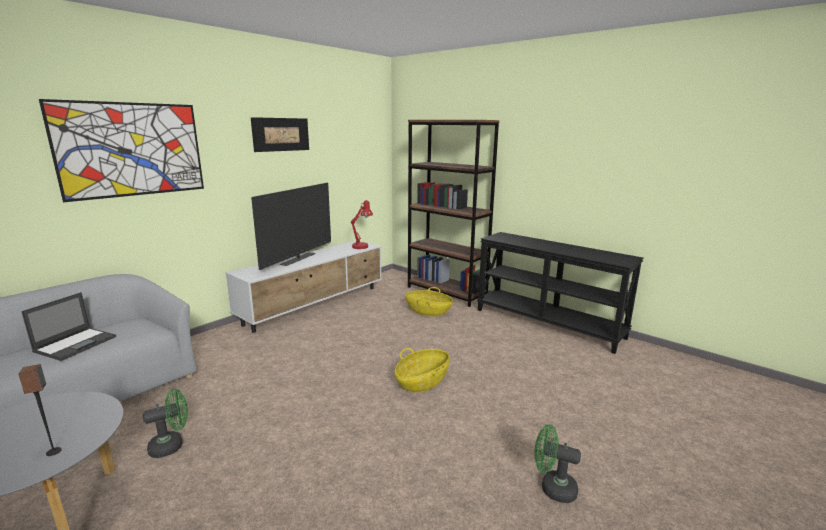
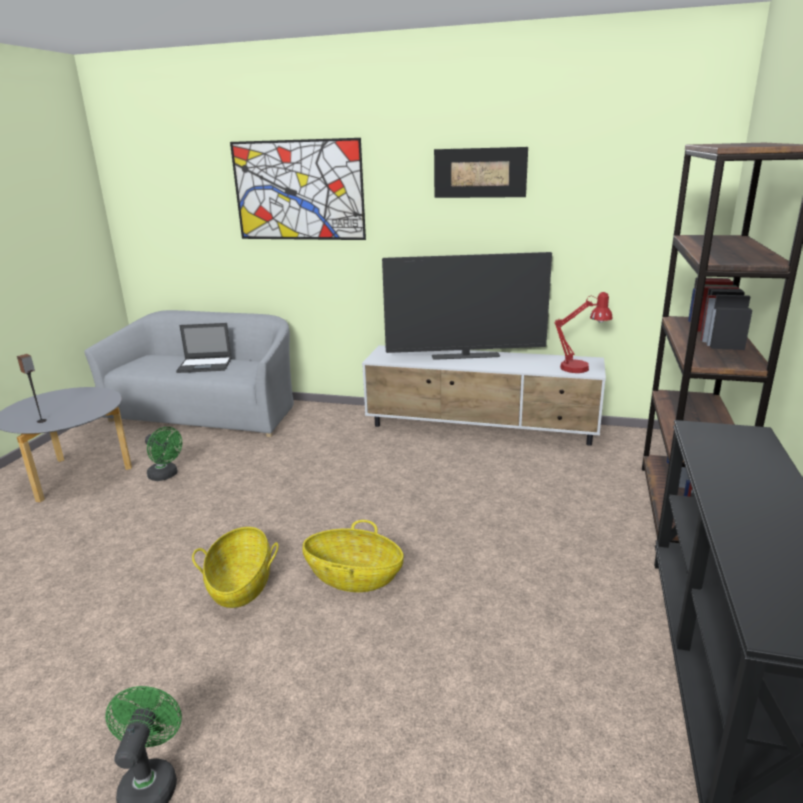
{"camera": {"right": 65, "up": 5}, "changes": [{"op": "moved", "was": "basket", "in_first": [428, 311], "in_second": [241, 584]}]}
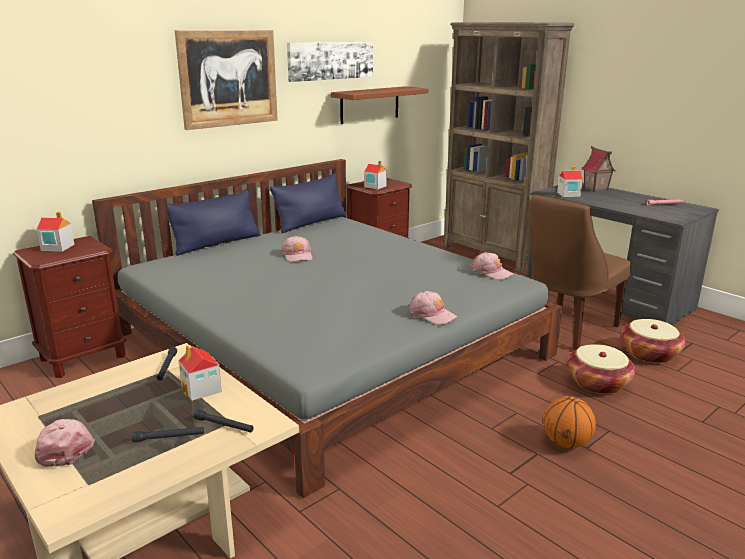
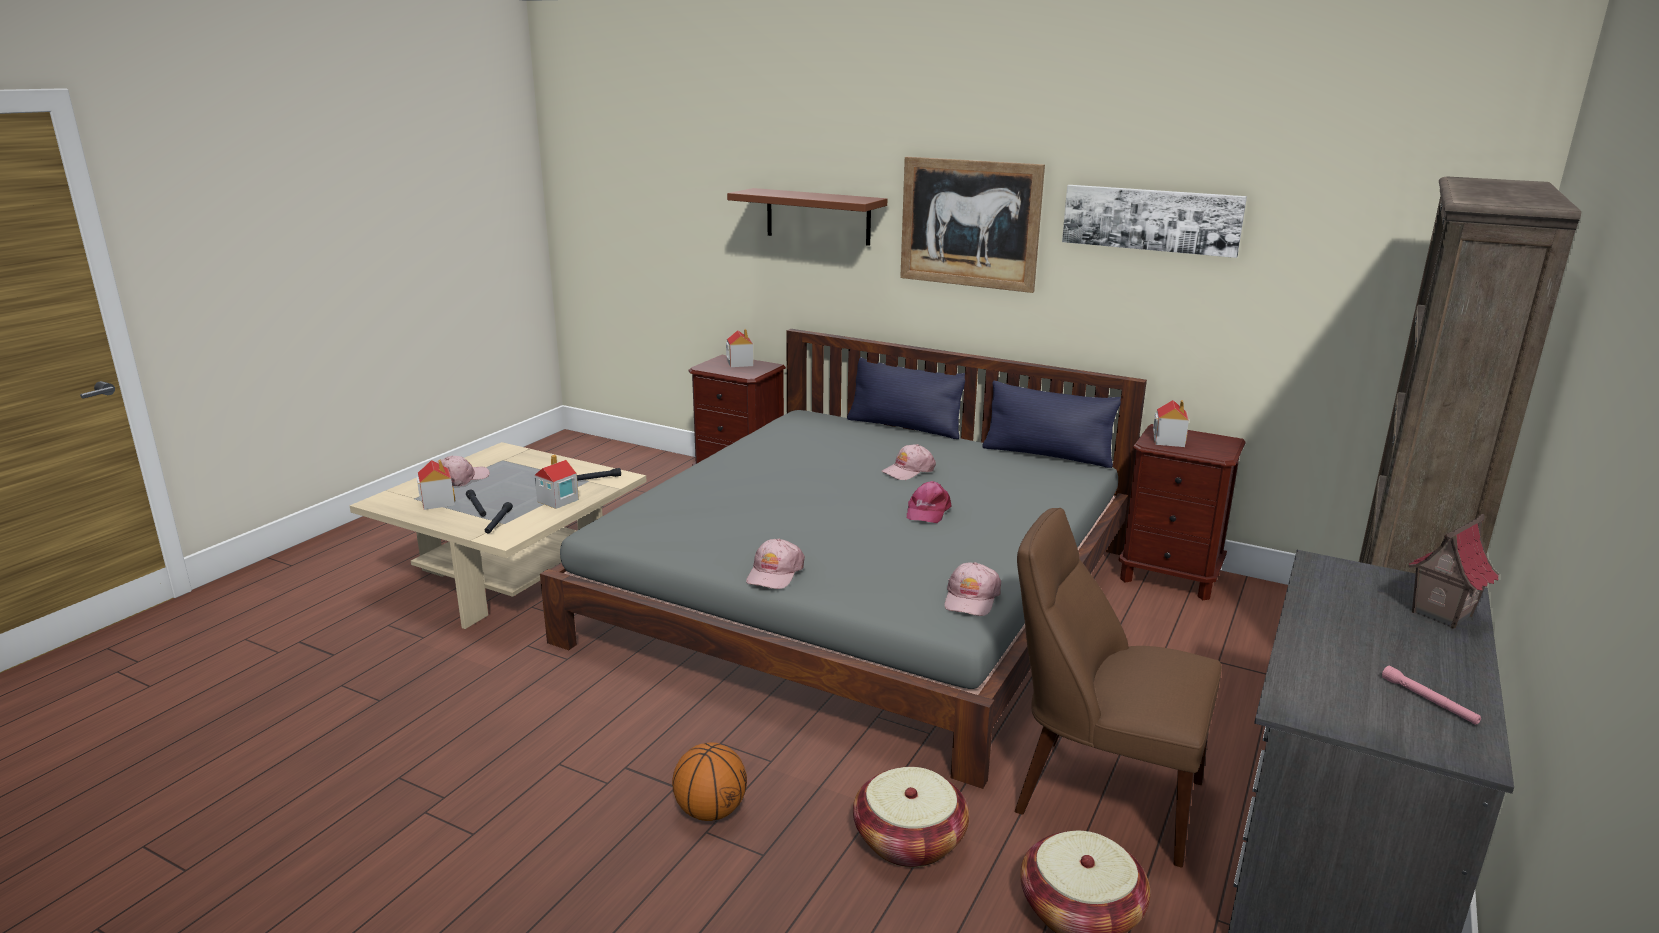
{"camera": {"right": 70, "up": 0}, "changes": [{"op": "added", "now": "pink cap", "in_second": [927, 511]}, {"op": "moved", "was": "brown shelf", "in_first": [369, 104], "in_second": [818, 216]}, {"op": "moved", "was": "toy house", "in_first": [568, 194], "in_second": [438, 501]}]}
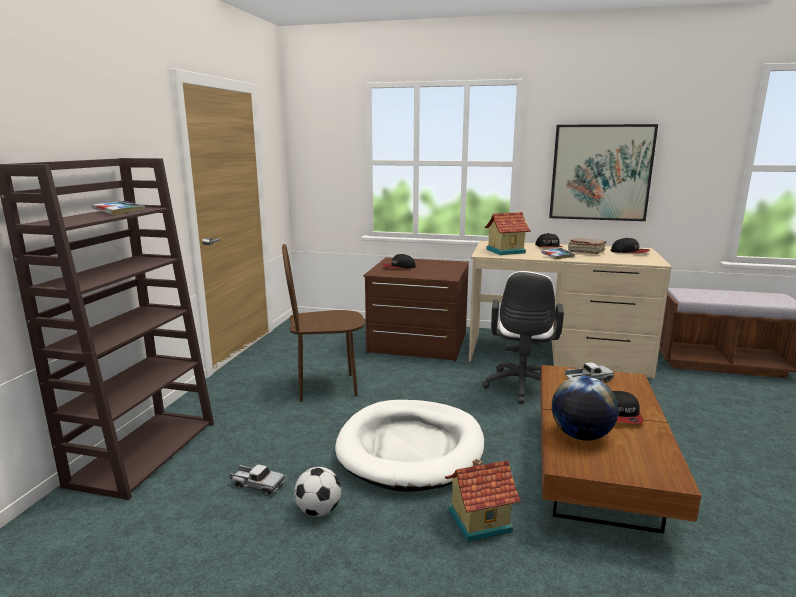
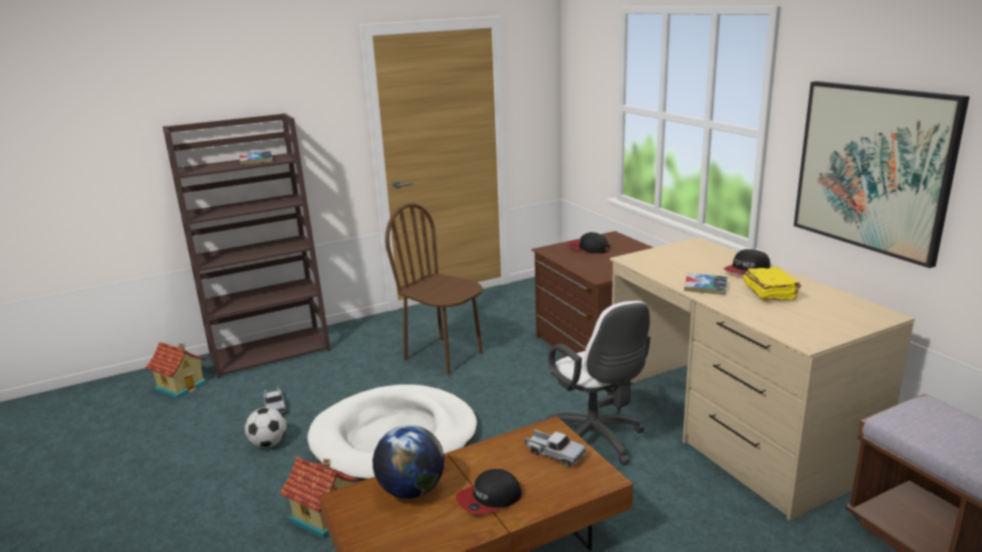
{"camera": {"right": 50, "up": 5}, "changes": [{"op": "removed", "was": "cap", "in_first": [630, 252]}, {"op": "moved", "was": "toy house", "in_first": [504, 251], "in_second": [182, 386]}, {"op": "recoloured", "was": "brown book", "now": "yellow book", "in_first": [585, 252], "in_second": [769, 293]}, {"op": "turned", "was": "white office chair", "in_first": [520, 388], "in_second": [596, 441], "clockwise": -90}]}
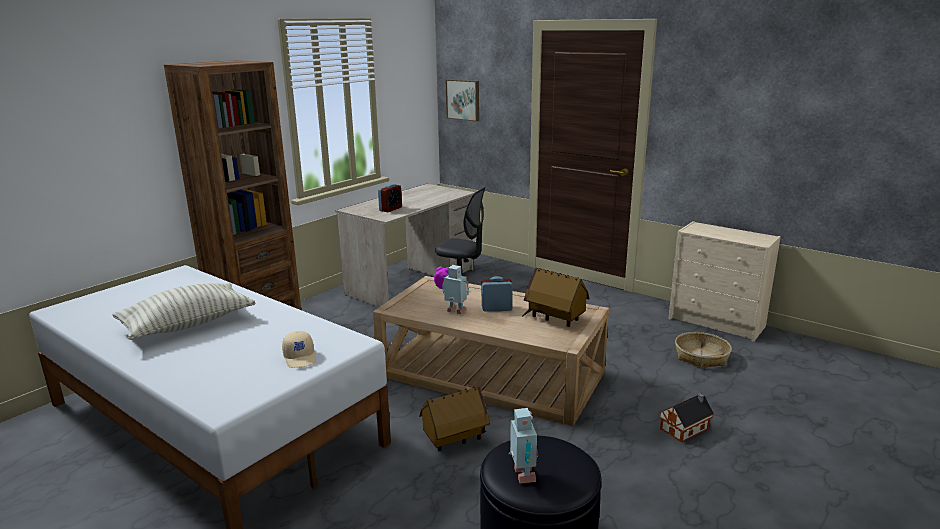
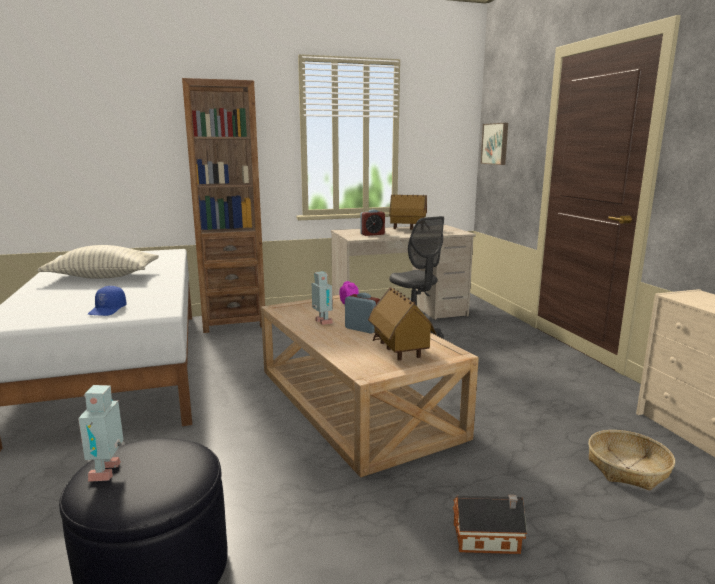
{"camera": {"right": 35, "up": -5}, "changes": [{"op": "moved", "was": "toy house", "in_first": [455, 440], "in_second": [408, 229]}, {"op": "recoloured", "was": "beige cap", "now": "blue cap", "in_first": [300, 357], "in_second": [108, 310]}, {"op": "turned", "was": "toy robot", "in_first": [522, 476], "in_second": [108, 471], "clockwise": 150}]}
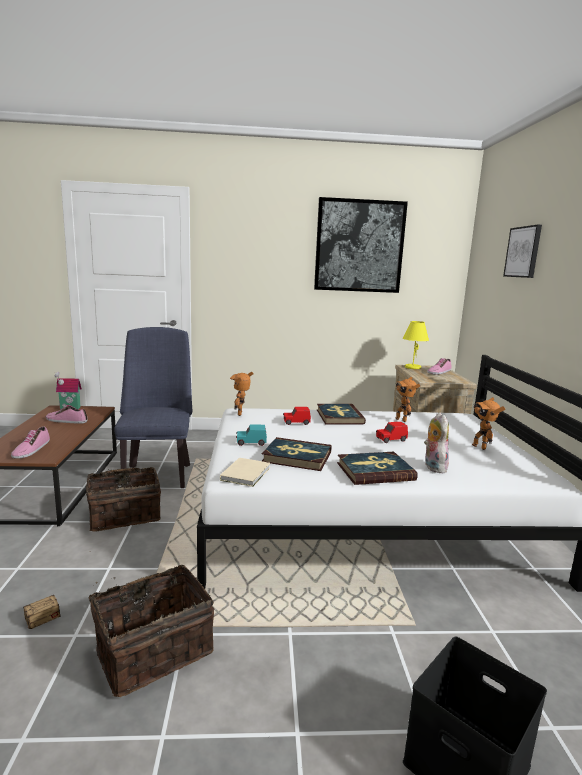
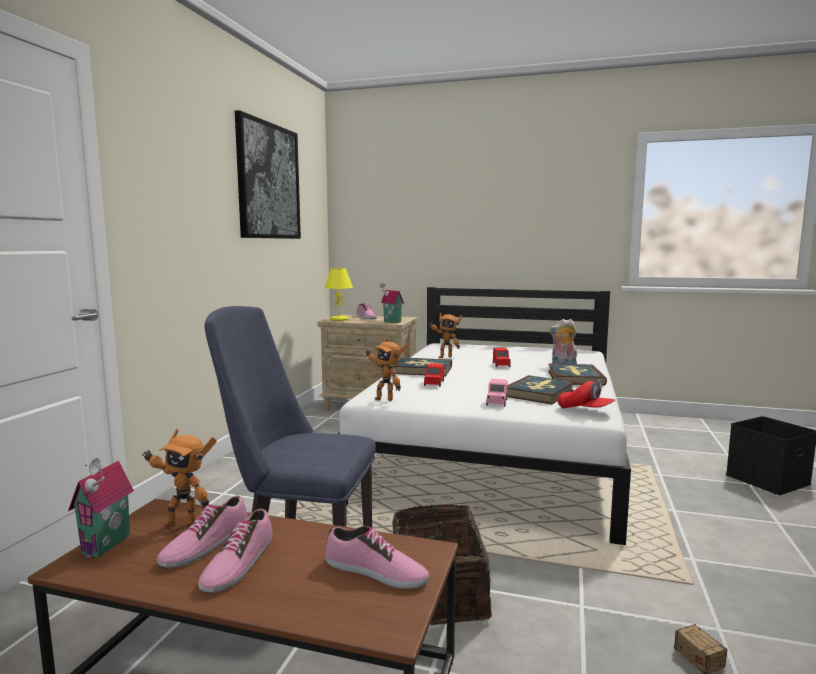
{"camera": {"right": -70, "up": -5}, "changes": [{"op": "removed", "was": "basket", "in_first": [153, 649]}, {"op": "removed", "was": "picture", "in_first": [523, 252]}, {"op": "added", "now": "shoe", "in_second": [238, 563]}, {"op": "added", "now": "toy house", "in_second": [391, 321]}, {"op": "moved", "was": "toy robot", "in_first": [480, 447], "in_second": [182, 522]}, {"op": "replaced", "was": "beige book", "now": "red cap", "in_first": [247, 473], "in_second": [585, 410]}, {"op": "recoloured", "was": "turquoise toy car", "now": "pink toy car", "in_first": [251, 443], "in_second": [497, 402]}]}
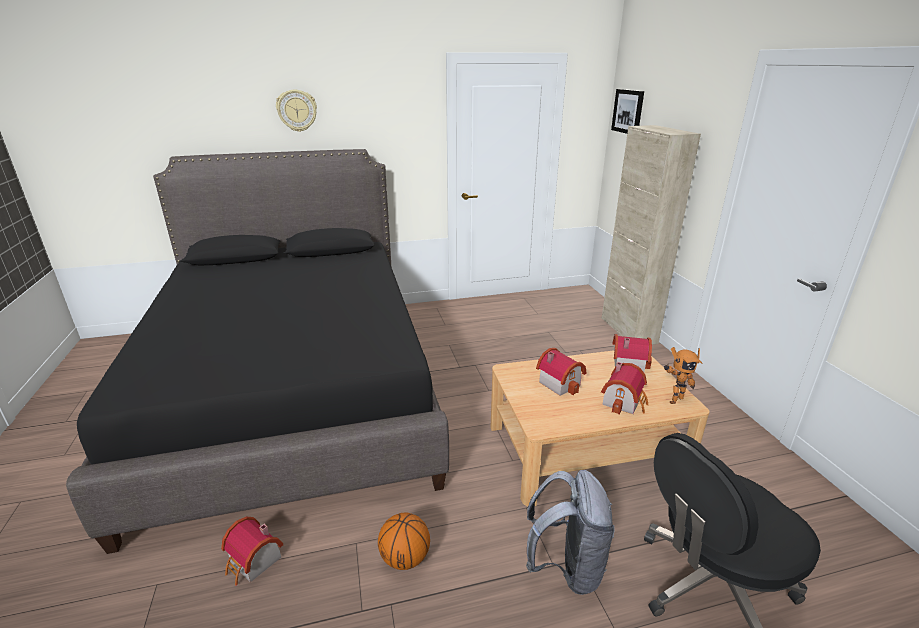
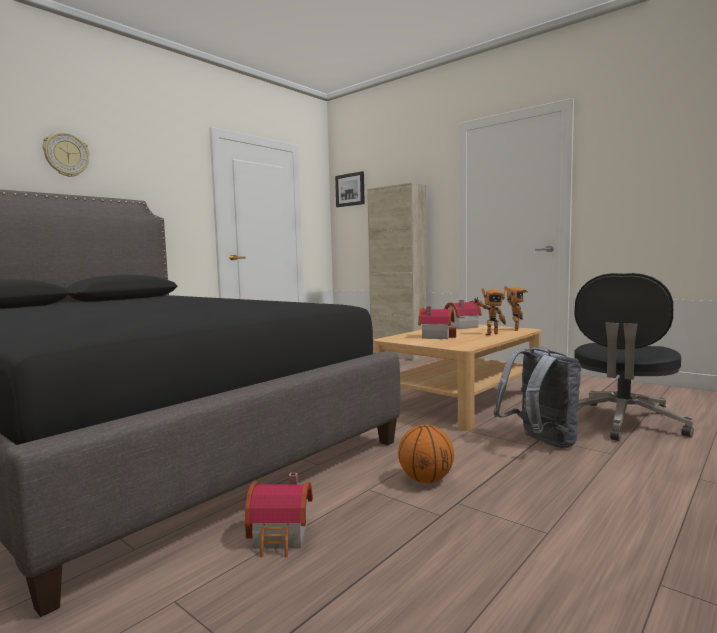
{"camera": {"right": -35, "up": -20}, "changes": [{"op": "replaced", "was": "toy house", "now": "toy robot", "in_first": [624, 401], "in_second": [490, 334]}]}
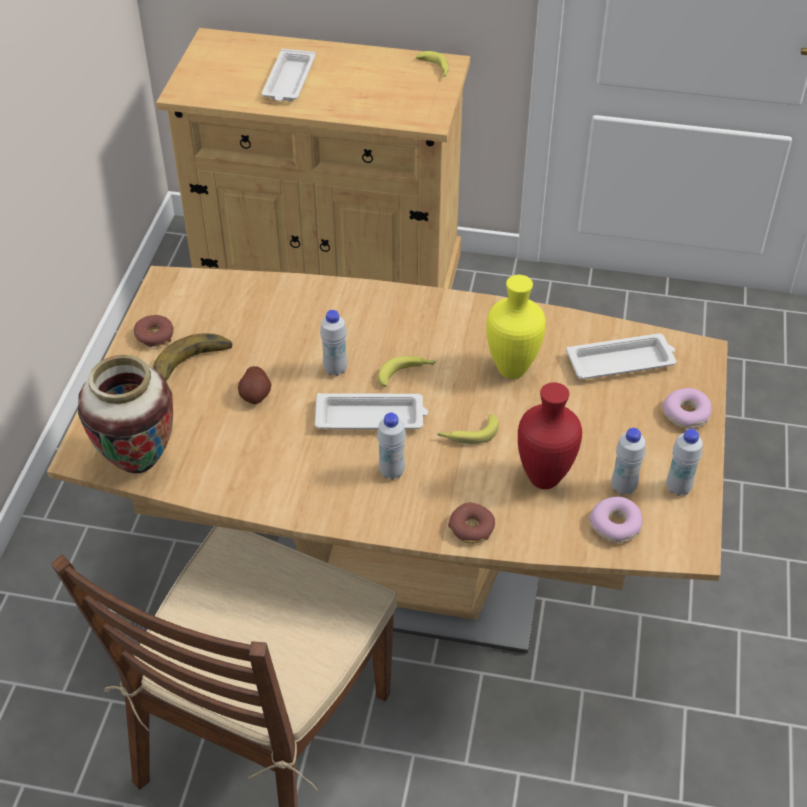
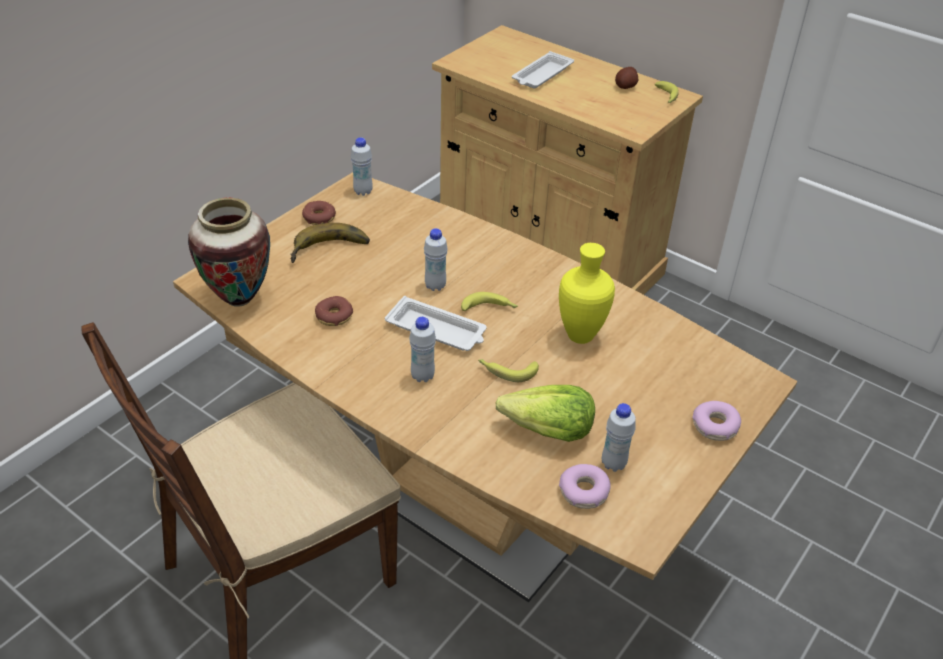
{"camera": {"right": 25, "up": -5}, "changes": [{"op": "removed", "was": "white tray", "in_first": [622, 362]}, {"op": "moved", "was": "potato", "in_first": [255, 395], "in_second": [626, 86]}, {"op": "moved", "was": "donut", "in_first": [471, 528], "in_second": [334, 316]}, {"op": "moved", "was": "white bottle", "in_first": [678, 488], "in_second": [363, 191]}, {"op": "replaced", "was": "red vase", "now": "lettuce", "in_first": [546, 480], "in_second": [548, 431]}]}
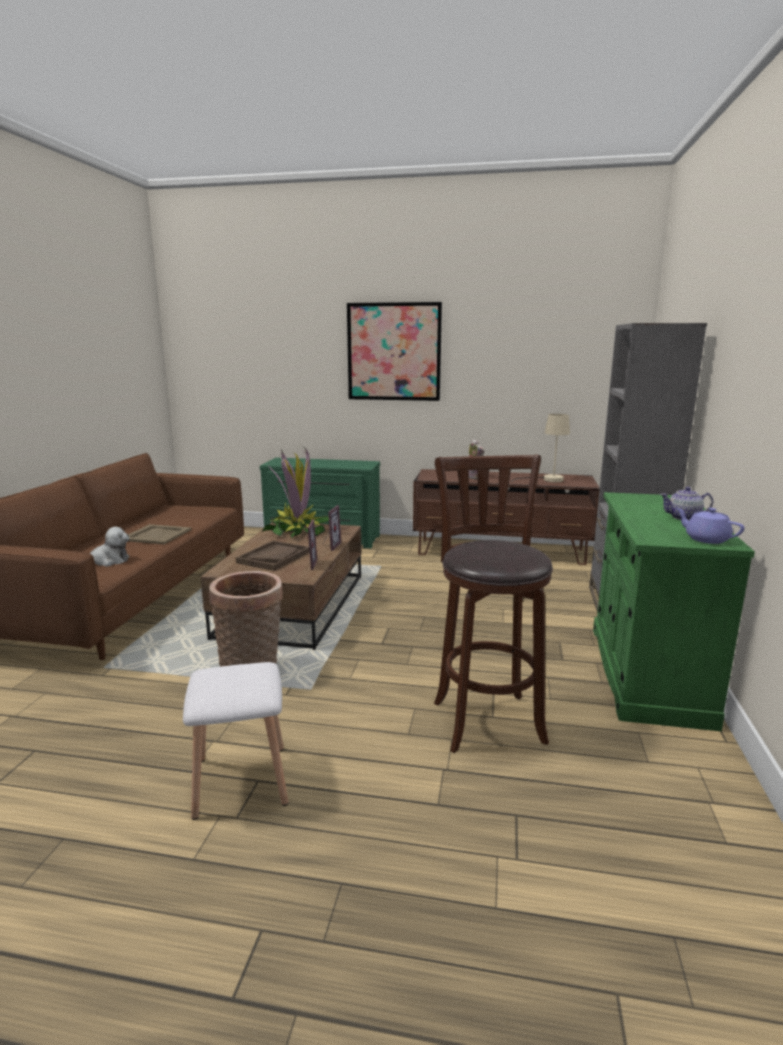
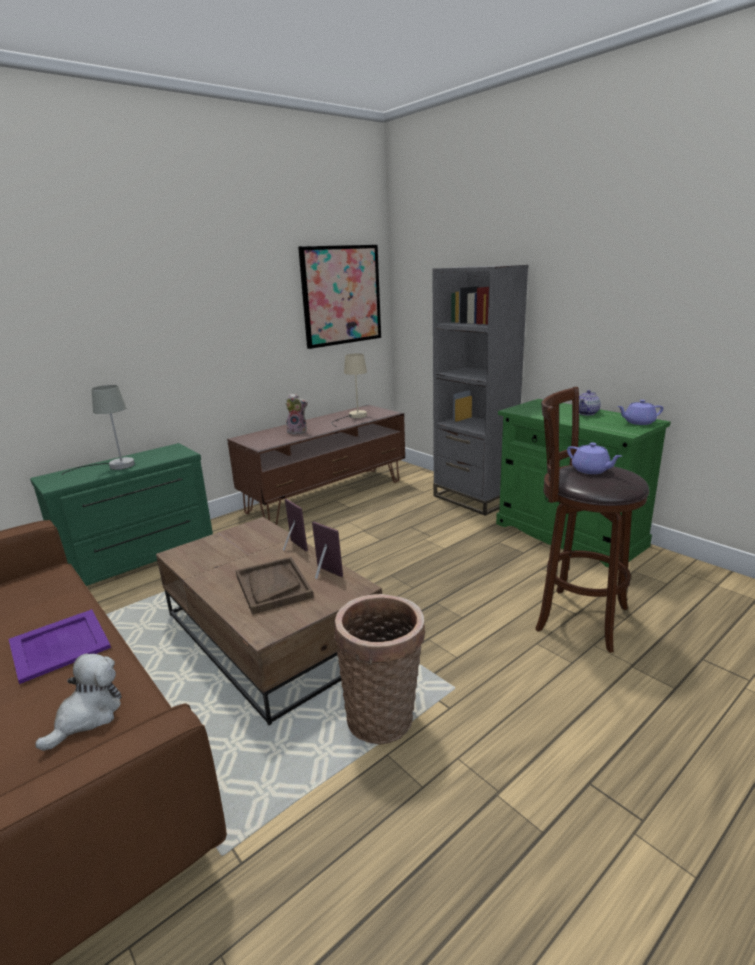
{"camera": {"right": -50, "up": 5}, "changes": [{"op": "removed", "was": "white stool", "in_first": [240, 779]}, {"op": "removed", "was": "potted plant", "in_first": [297, 531]}, {"op": "added", "now": "grey table lamp", "in_second": [114, 466]}, {"op": "added", "now": "purple teapot", "in_second": [591, 470]}, {"op": "moved", "was": "picture", "in_first": [394, 352], "in_second": [341, 295]}, {"op": "recoloured", "was": "beige tray", "now": "purple tray", "in_first": [156, 534], "in_second": [58, 644]}]}
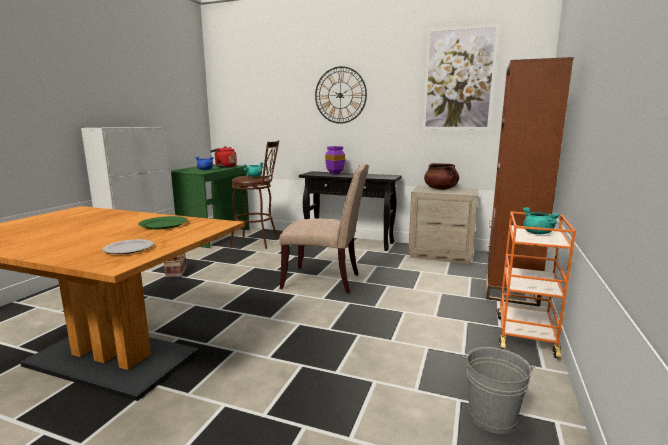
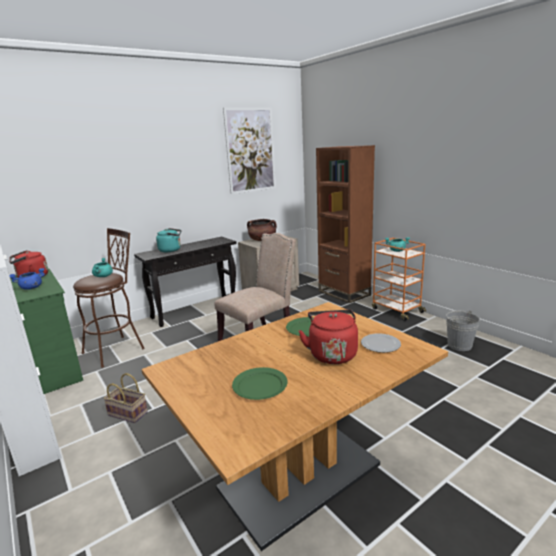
{"camera": {"right": -55, "up": 5}, "changes": [{"op": "removed", "was": "wall clock", "in_first": [340, 95]}, {"op": "added", "now": "green plate", "in_second": [260, 385]}, {"op": "added", "now": "red kettle", "in_second": [332, 353]}, {"op": "replaced", "was": "purple vase", "now": "turquoise kettle", "in_first": [334, 174], "in_second": [171, 250]}]}
